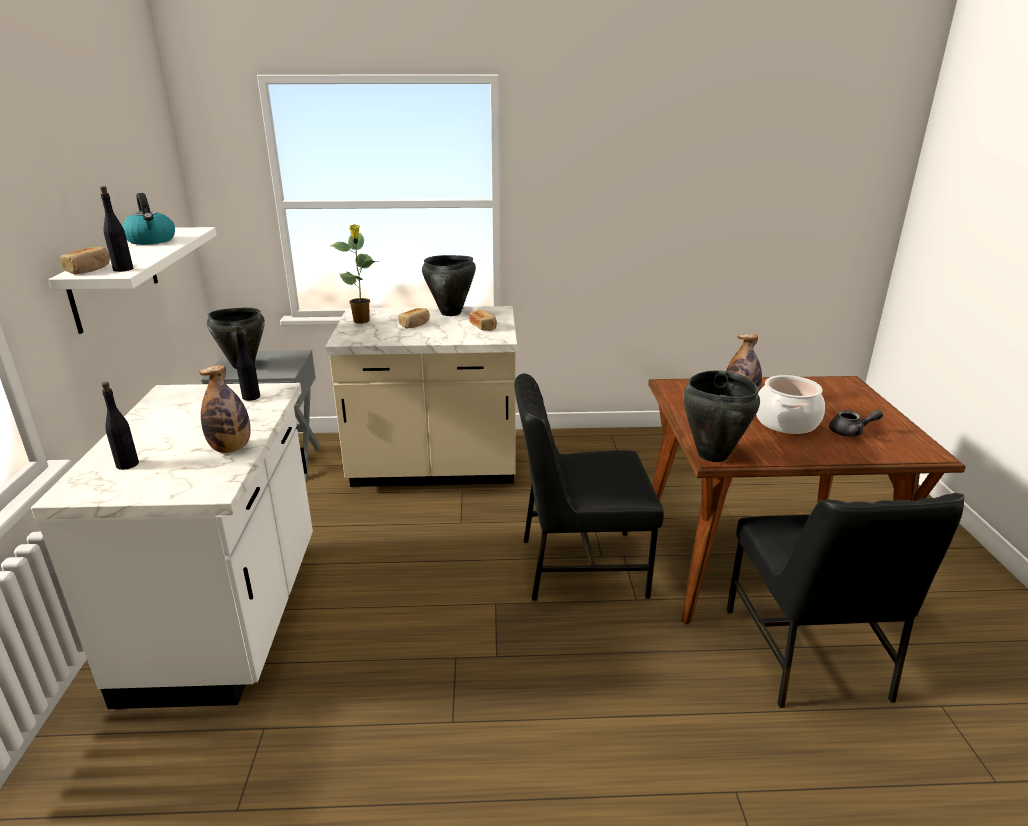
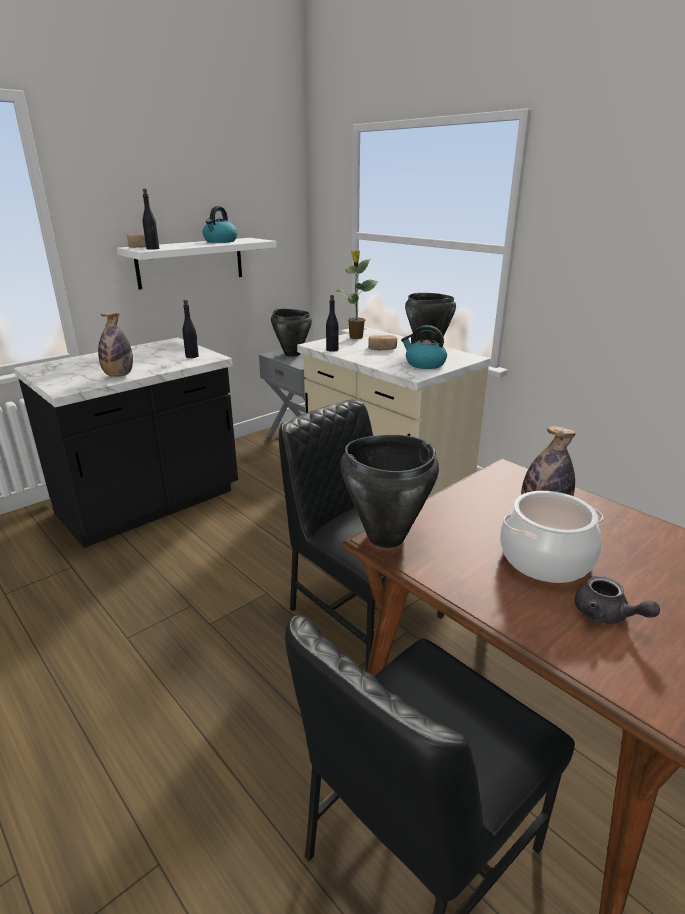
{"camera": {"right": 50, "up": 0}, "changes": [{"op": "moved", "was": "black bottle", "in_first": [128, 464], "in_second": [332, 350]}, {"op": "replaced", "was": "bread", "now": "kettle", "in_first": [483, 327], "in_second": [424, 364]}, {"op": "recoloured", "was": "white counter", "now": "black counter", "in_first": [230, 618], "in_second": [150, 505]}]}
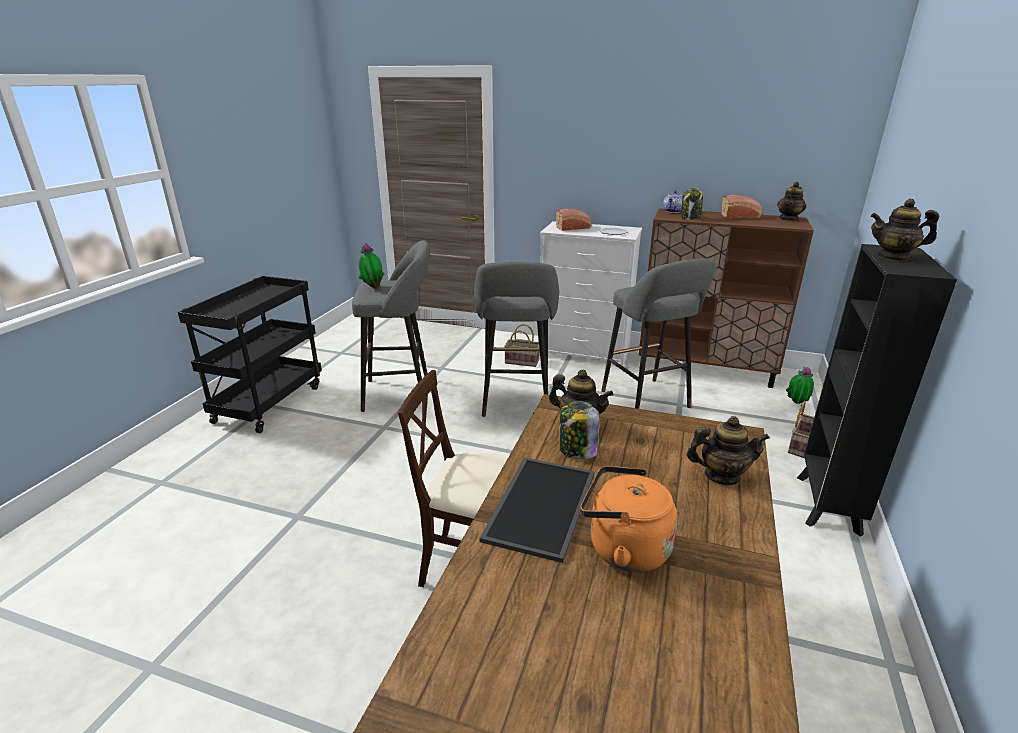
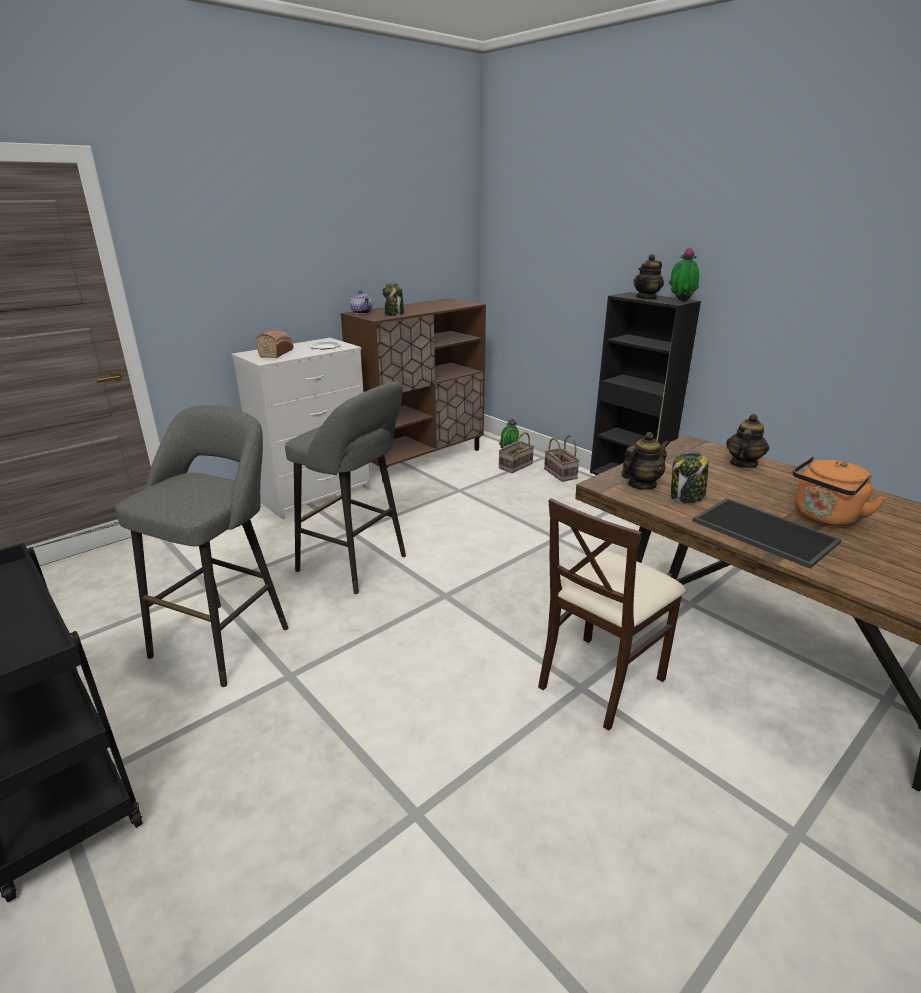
{"camera": {"right": -60, "up": 0}, "changes": [{"op": "removed", "was": "grey stool", "in_first": [648, 401]}, {"op": "removed", "was": "bread", "in_first": [741, 216]}, {"op": "removed", "was": "teapot", "in_first": [789, 219]}, {"op": "moved", "was": "potted plant", "in_first": [373, 287], "in_second": [680, 301]}, {"op": "moved", "was": "basket", "in_first": [523, 361], "in_second": [515, 465]}]}
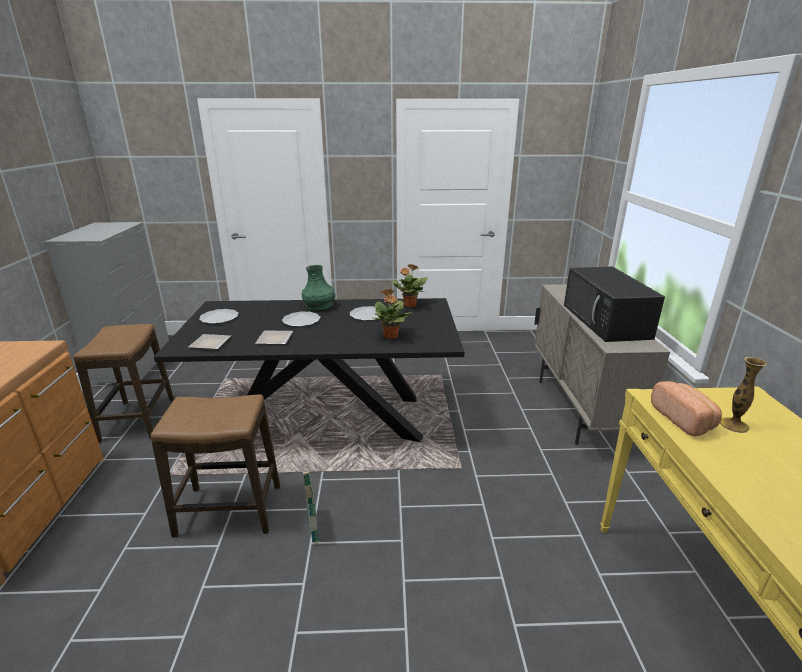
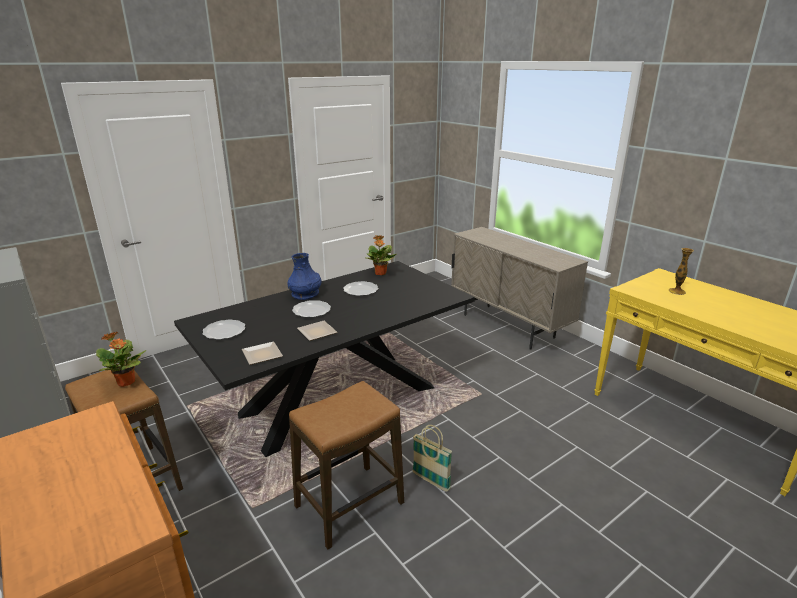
{"camera": {"right": -35, "up": 0}, "changes": [{"op": "removed", "was": "black microwave", "in_first": [606, 321]}, {"op": "removed", "was": "bread", "in_first": [684, 419]}, {"op": "moved", "was": "potted plant", "in_first": [390, 336], "in_second": [126, 382]}, {"op": "recoloured", "was": "green vase", "now": "blue vase", "in_first": [319, 306], "in_second": [305, 294]}]}
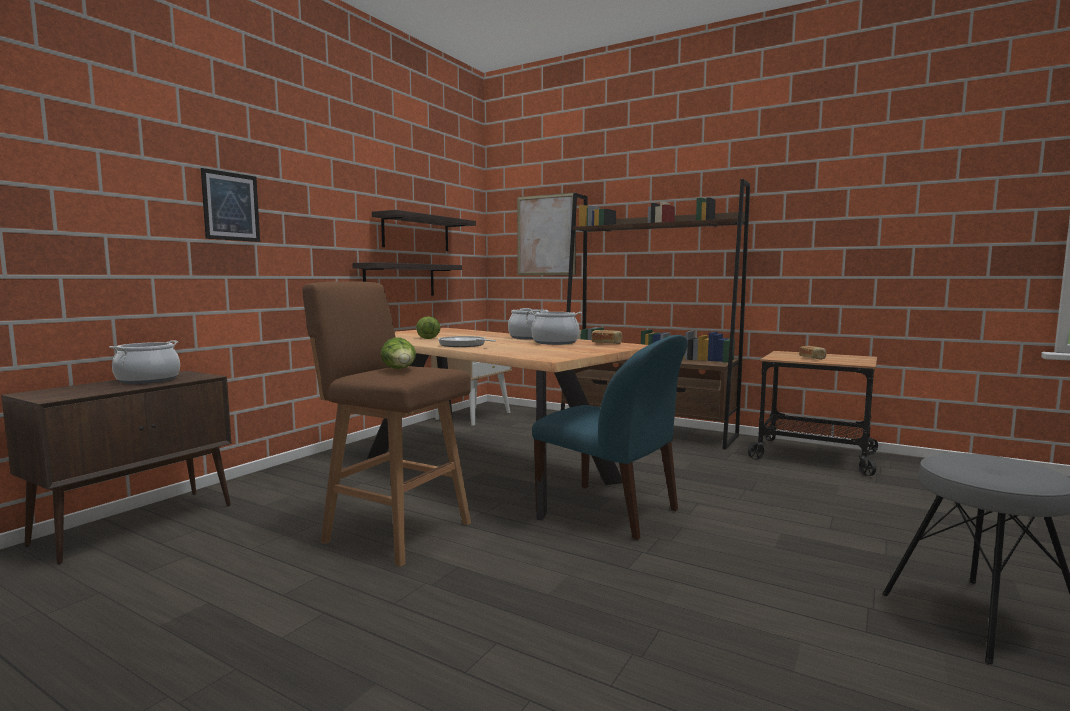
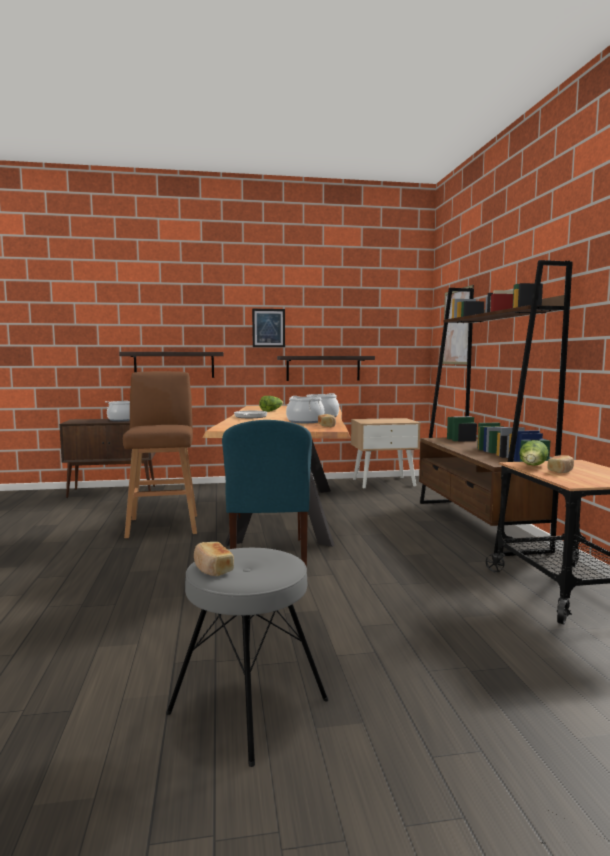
{"camera": {"right": 50, "up": 0}, "changes": [{"op": "added", "now": "bread", "in_second": [212, 569]}, {"op": "moved", "was": "picture", "in_first": [231, 206], "in_second": [268, 328]}, {"op": "moved", "was": "shelf", "in_first": [416, 233], "in_second": [174, 365]}, {"op": "moved", "was": "lettuce", "in_first": [400, 370], "in_second": [533, 466]}]}
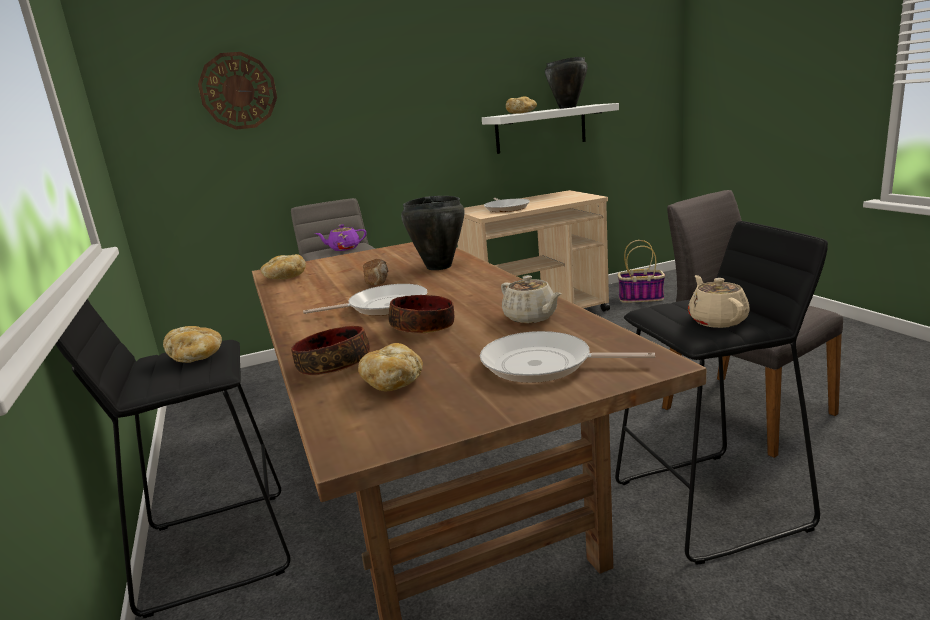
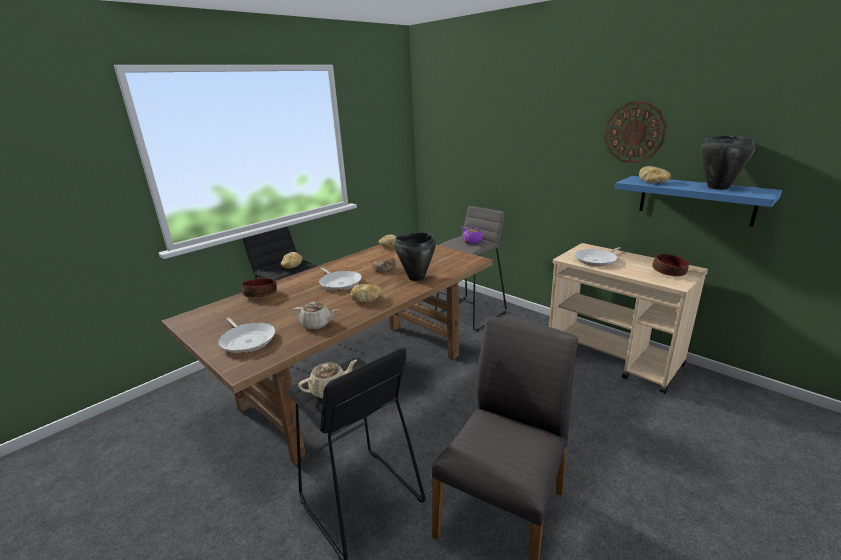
{"camera": {"right": 65, "up": 5}, "changes": [{"op": "removed", "was": "basket", "in_first": [641, 298]}, {"op": "moved", "was": "wall clock", "in_first": [238, 91], "in_second": [634, 132]}, {"op": "moved", "was": "bread", "in_first": [393, 382], "in_second": [366, 299]}, {"op": "moved", "was": "bowl", "in_first": [424, 328], "in_second": [669, 272]}, {"op": "recoloured", "was": "white shelf", "now": "blue shelf", "in_first": [541, 129], "in_second": [695, 200]}, {"op": "turned", "was": "frying pan", "in_first": [543, 365], "in_second": [247, 340], "clockwise": 150}, {"op": "turned", "was": "beige teapot", "in_first": [531, 317], "in_second": [317, 324], "clockwise": -105}]}
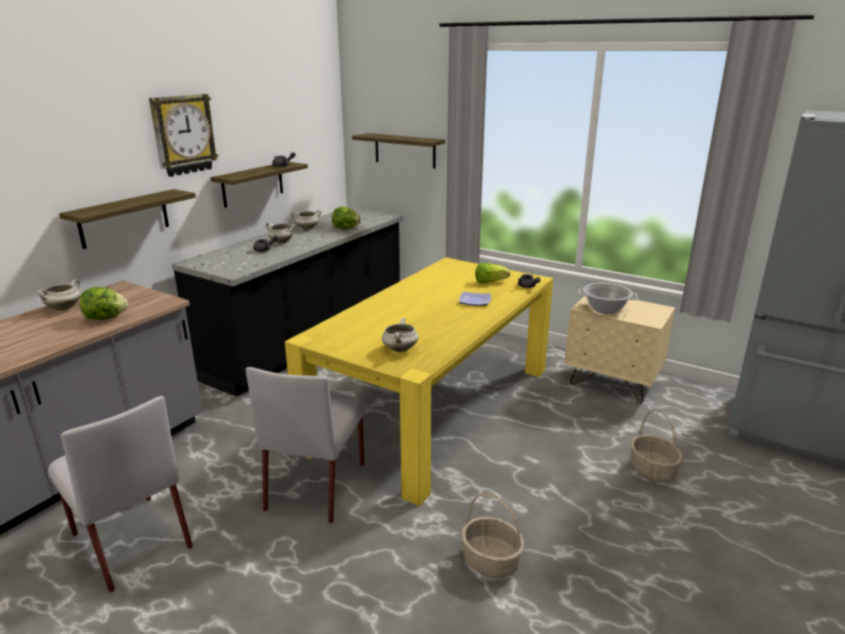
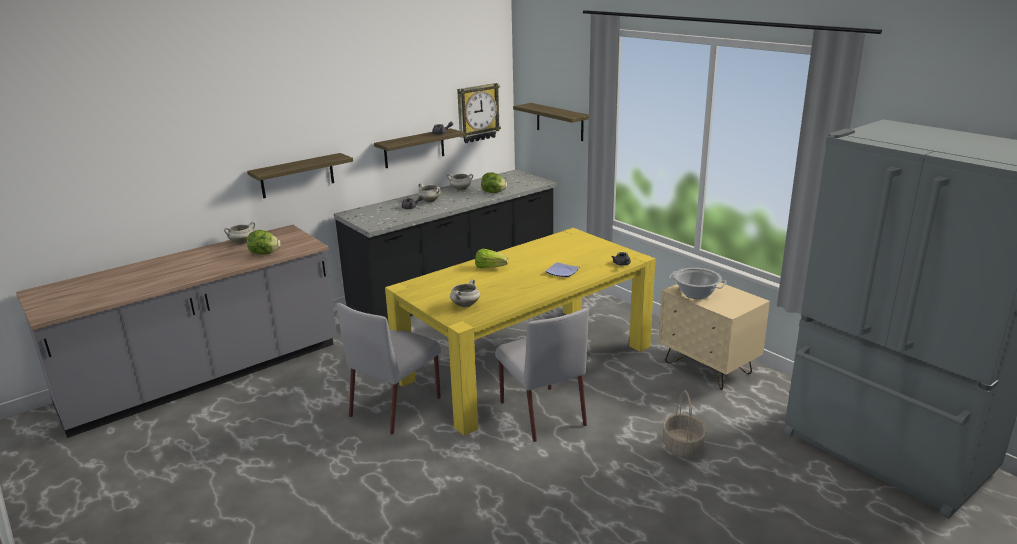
{"camera": {"right": 20, "up": 0}, "changes": [{"op": "removed", "was": "basket", "in_first": [491, 561]}, {"op": "moved", "was": "grey chair", "in_first": [130, 540], "in_second": [541, 413]}, {"op": "moved", "was": "wall clock", "in_first": [183, 135], "in_second": [477, 113]}, {"op": "moved", "was": "lettuce", "in_first": [490, 282], "in_second": [490, 267]}]}
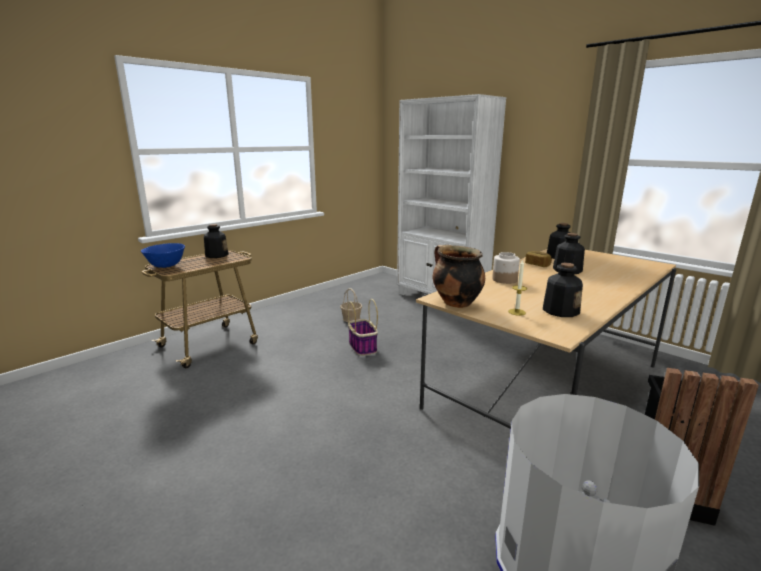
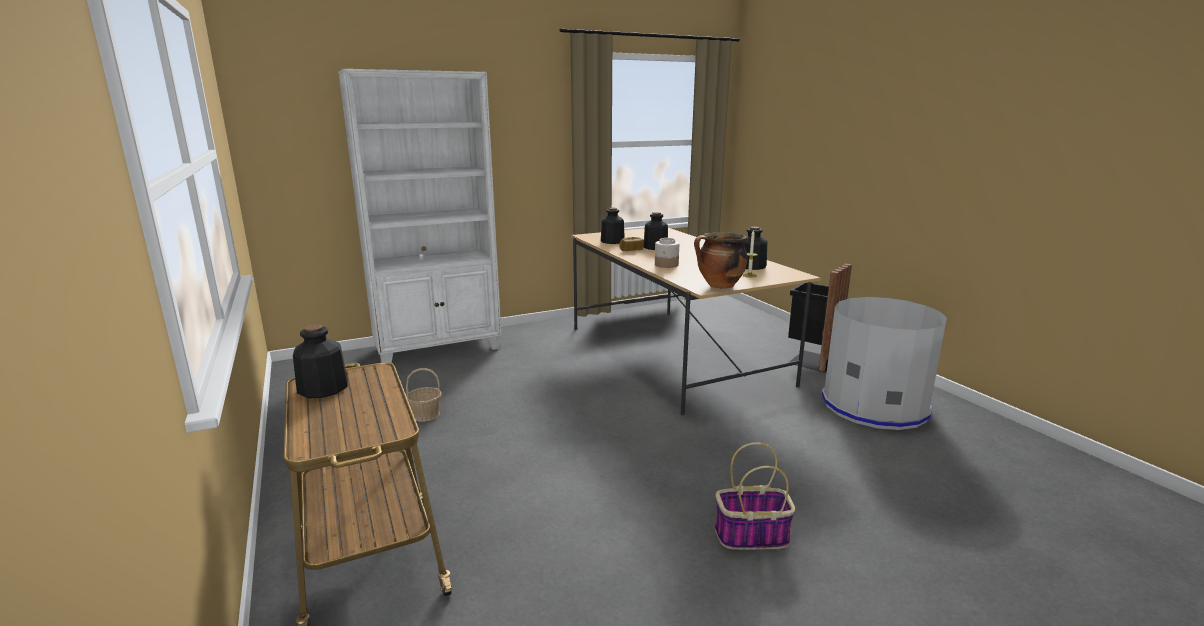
{"camera": {"right": -70, "up": 0}, "changes": [{"op": "removed", "was": "blue bowl", "in_first": [166, 266]}, {"op": "moved", "was": "basket", "in_first": [362, 346], "in_second": [750, 536]}]}
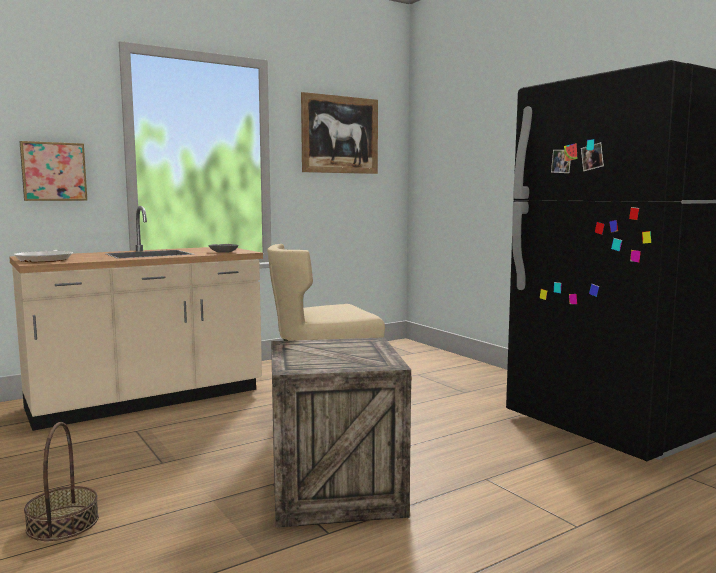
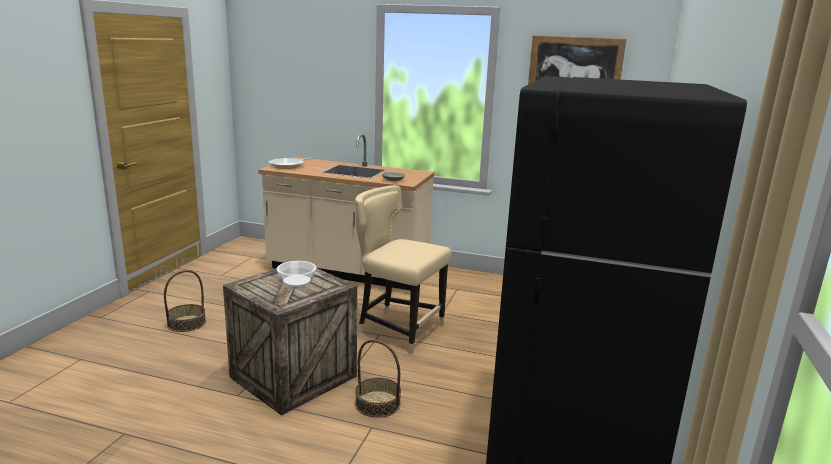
{"camera": {"right": 50, "up": 10}, "changes": [{"op": "removed", "was": "picture", "in_first": [53, 171]}, {"op": "added", "now": "bowl", "in_second": [297, 281]}, {"op": "added", "now": "basket", "in_second": [378, 403]}]}
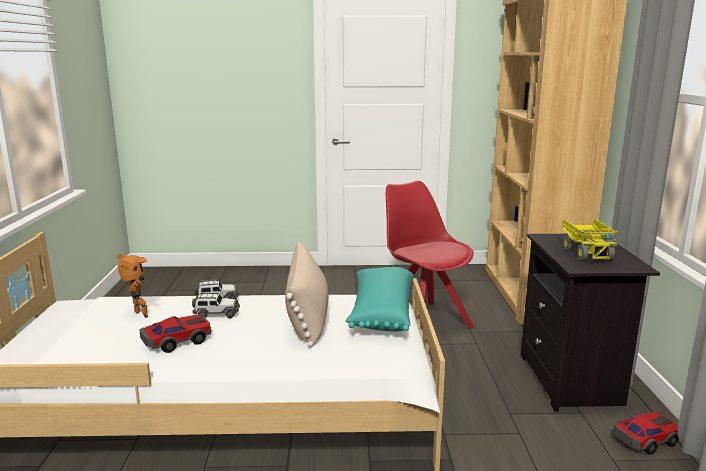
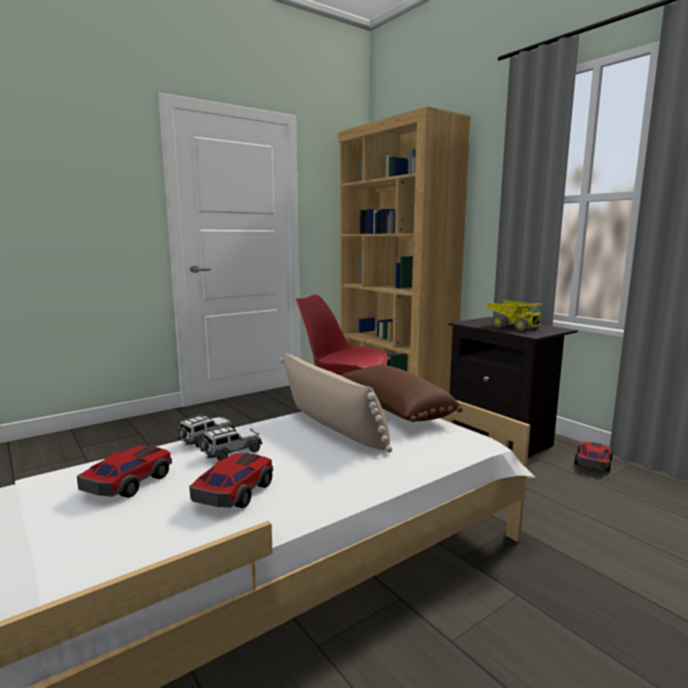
{"camera": {"right": -35, "up": -5}, "changes": [{"op": "replaced", "was": "toy robot", "now": "toy car", "in_first": [139, 315], "in_second": [127, 482]}, {"op": "recoloured", "was": "turquoise pillow", "now": "brown pillow", "in_first": [380, 313], "in_second": [391, 410]}]}
